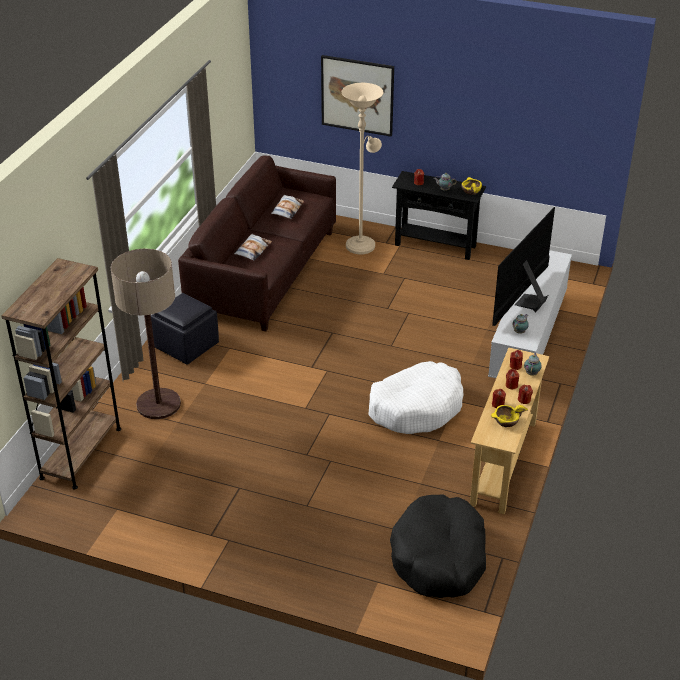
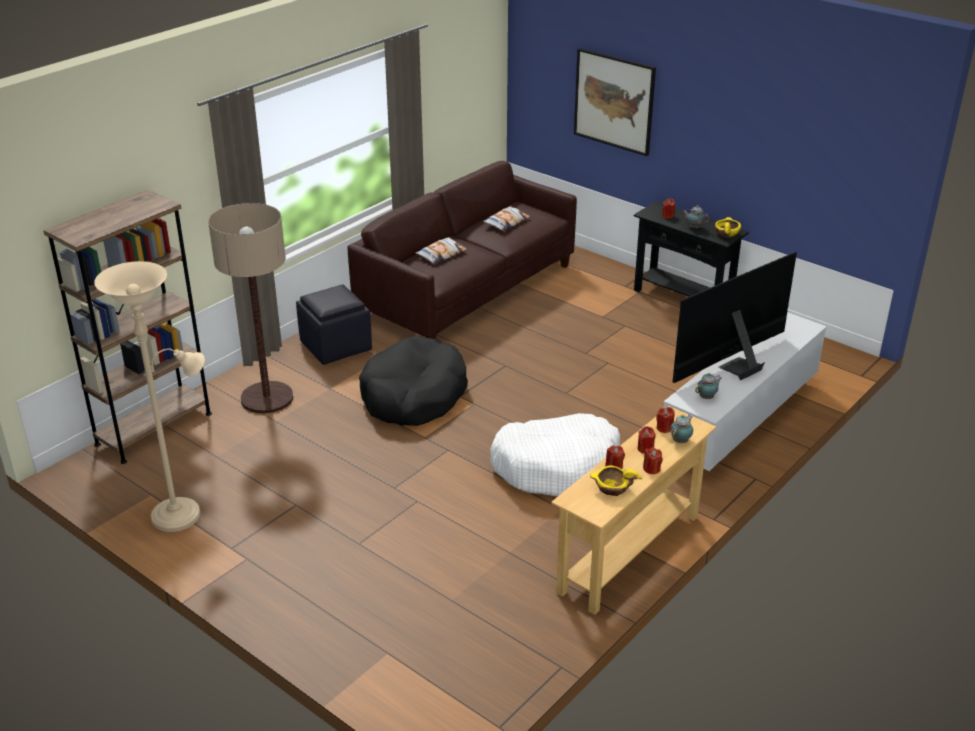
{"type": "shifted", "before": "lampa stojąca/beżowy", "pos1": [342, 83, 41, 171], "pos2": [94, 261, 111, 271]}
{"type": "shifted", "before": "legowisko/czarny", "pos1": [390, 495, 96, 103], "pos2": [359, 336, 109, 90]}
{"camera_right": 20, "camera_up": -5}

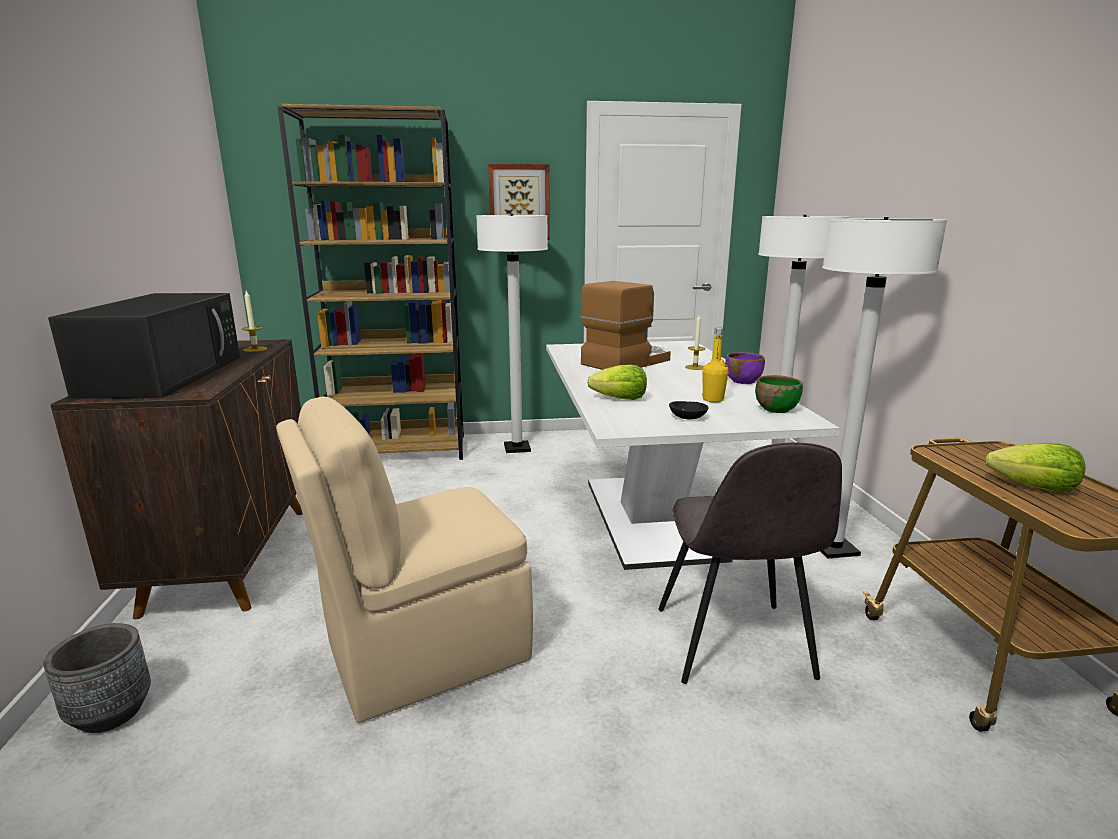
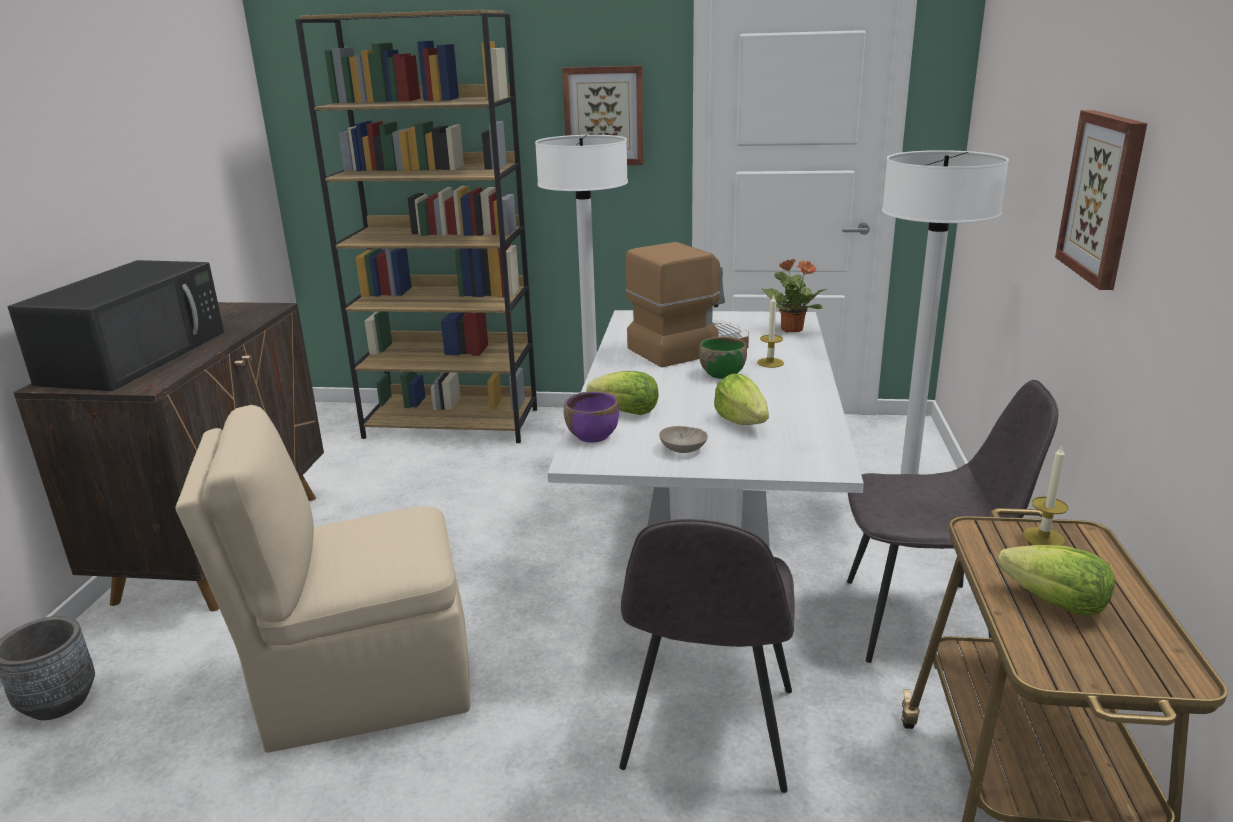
{"type": "new", "after": "roślina doniczkowa", "pos2": [762, 258, 64, 74]}
{"type": "new", "after": "obraz", "pos2": [1055, 110, 92, 180]}
{"type": "shifted", "before": "świeca", "pos1": [242, 291, 25, 61], "pos2": [1023, 445, 46, 101]}
{"type": "shifted", "before": "miska/fioletowy", "pos1": [725, 352, 40, 32], "pos2": [564, 391, 55, 52]}
{"type": "shifted", "before": "miska/zielony", "pos1": [755, 375, 48, 38], "pos2": [699, 336, 48, 43]}
{"type": "swapped", "before": "butelka/żółty", "after": "sałata", "pos1": [702, 327, 27, 75], "pos2": [714, 374, 55, 51]}
{"type": "swapped", "before": "lampa stojąca/biały", "after": "krzesło/szary", "pos1": [820, 217, 127, 341], "pos2": [847, 380, 211, 283]}
{"type": "repainted", "before": "miska/czarny", "after": "miska/beżowy", "pos1": [669, 401, 40, 18], "pos2": [659, 426, 49, 27]}
{"camera_right": 15, "camera_up": 5}

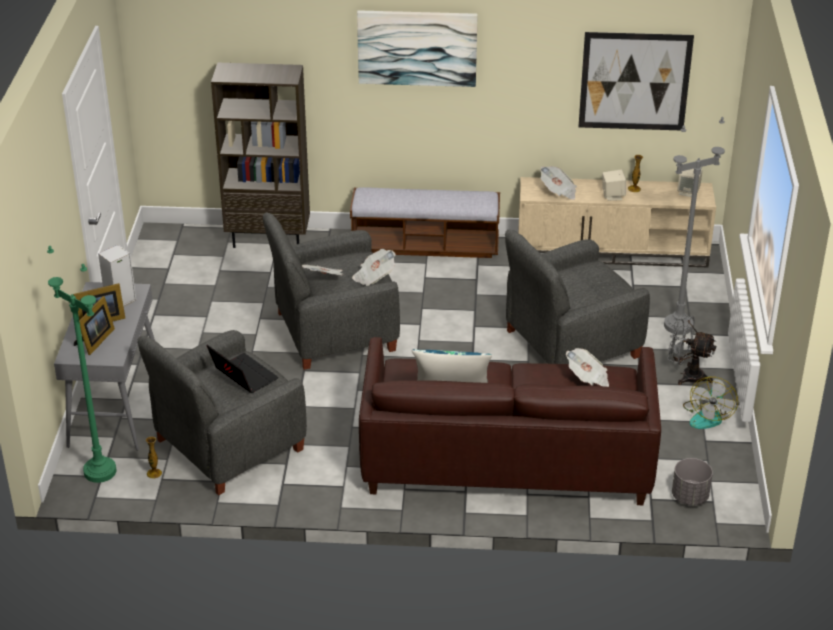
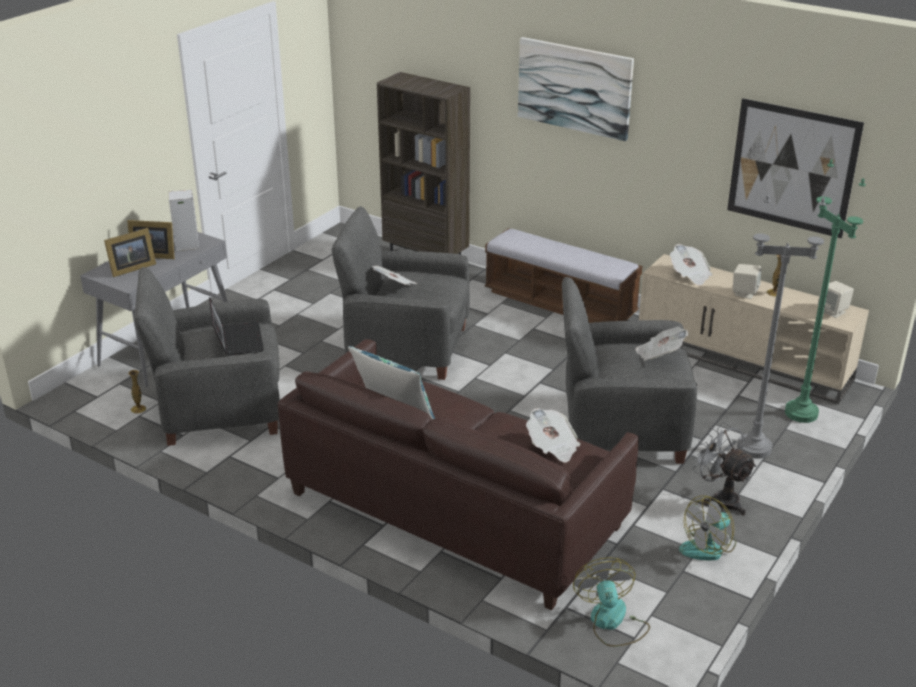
{"type": "shifted", "before": "lampa stojąca/zielony", "pos1": [47, 246, 69, 237], "pos2": [785, 159, 81, 264]}
{"type": "shifted", "before": "gazeta", "pos1": [352, 249, 44, 37], "pos2": [635, 327, 53, 34]}
{"type": "swapped", "before": "donica/szary", "after": "wentylator", "pos1": [672, 458, 41, 47], "pos2": [573, 557, 77, 90]}
{"camera_right": 30, "camera_up": -5}

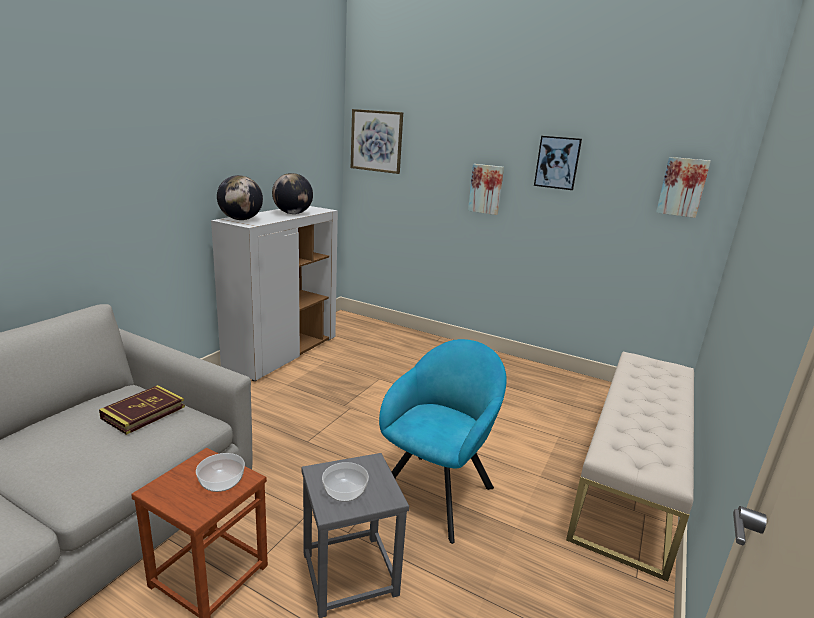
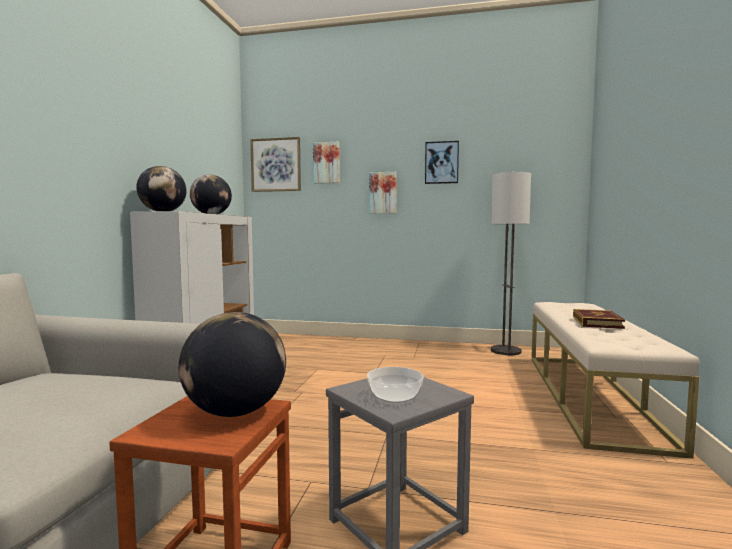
{"type": "gone", "before": "fotel/turkusowy", "pos1": [379, 339, 128, 205]}
{"type": "new", "after": "lampa stojąca", "pos2": [491, 172, 40, 183]}
{"type": "shifted", "before": "książka", "pos1": [99, 385, 86, 50], "pos2": [573, 309, 52, 20]}
{"type": "shifted", "before": "obraz", "pos1": [656, 157, 55, 61], "pos2": [313, 142, 27, 42]}
{"type": "swapped", "before": "miska", "after": "globus", "pos1": [196, 453, 49, 39], "pos2": [179, 312, 107, 105]}
{"camera_right": -15, "camera_up": -15}

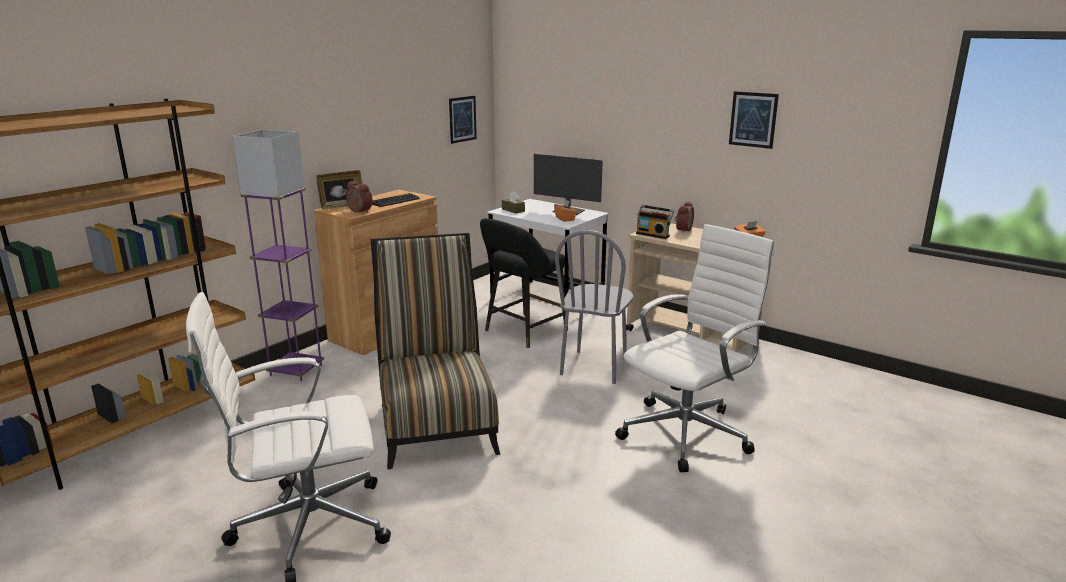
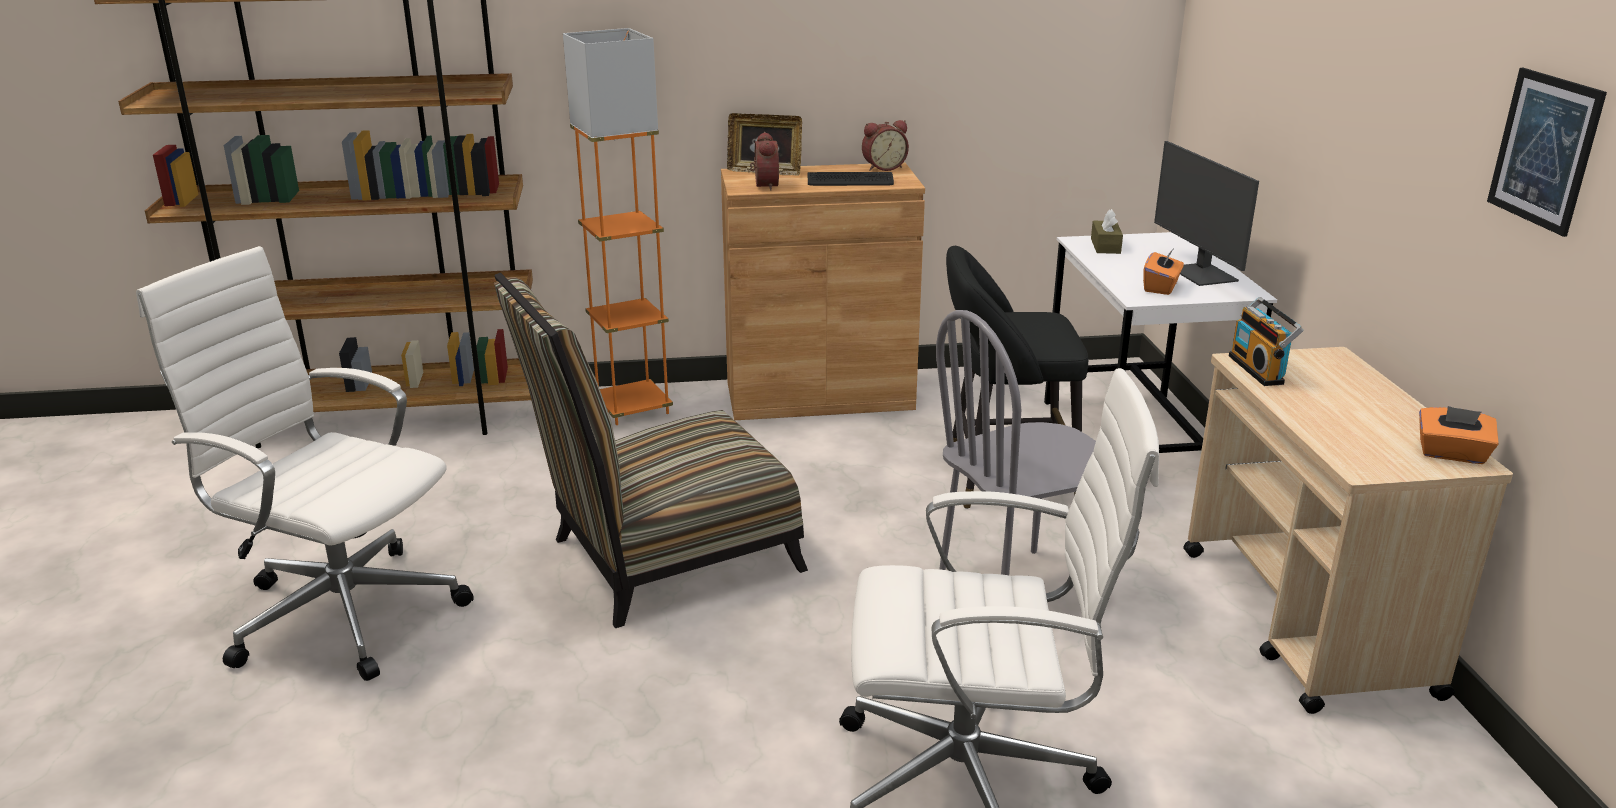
{"type": "gone", "before": "obraz", "pos1": [449, 96, 28, 48]}
{"type": "shifted", "before": "budzik", "pos1": [675, 202, 19, 31], "pos2": [862, 120, 47, 51]}
{"type": "repainted", "before": "lampa stojąca/fioletowy", "after": "lampa stojąca/pomarańczowy", "pos1": [232, 130, 92, 251], "pos2": [563, 28, 110, 397]}
{"type": "rotated", "before": "krzesło", "pos1": [371, 233, 129, 236], "pos2": [494, 273, 314, 355], "turn": -150}
{"camera_right": 45, "camera_up": 5}

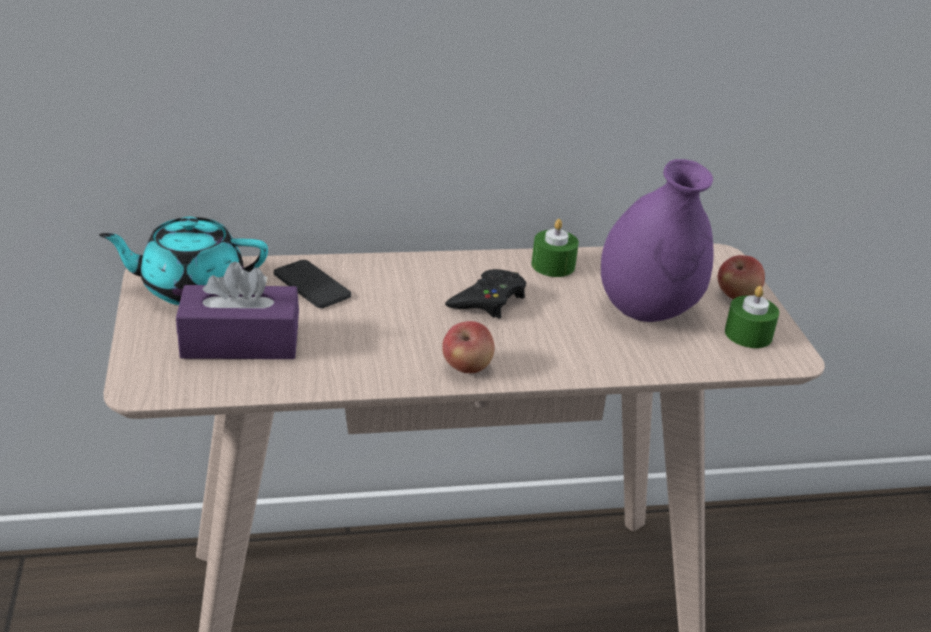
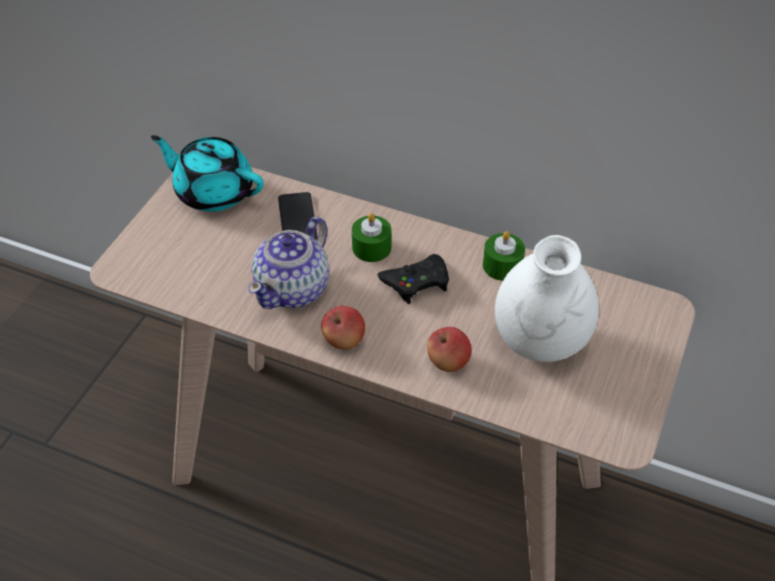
{"type": "gone", "before": "pudełko chusteczek/fioletowy", "pos1": [176, 261, 123, 98]}
{"type": "new", "after": "imbryk", "pos2": [248, 217, 81, 92]}
{"type": "shifted", "before": "jabłko", "pos1": [718, 255, 47, 44], "pos2": [428, 327, 43, 45]}
{"type": "shifted", "before": "świeca/zielony", "pos1": [725, 286, 54, 62], "pos2": [352, 213, 40, 49]}
{"type": "repainted", "before": "wazon/fioletowy", "after": "wazon/biały", "pos1": [601, 159, 113, 163], "pos2": [495, 235, 104, 127]}
{"camera_right": 35, "camera_up": 15}

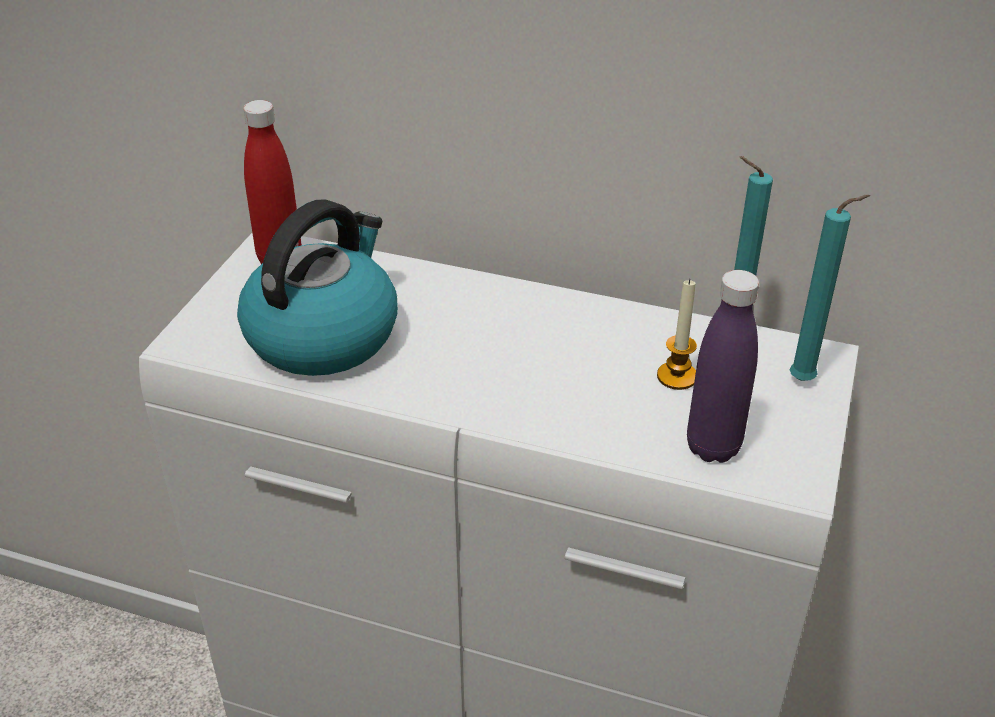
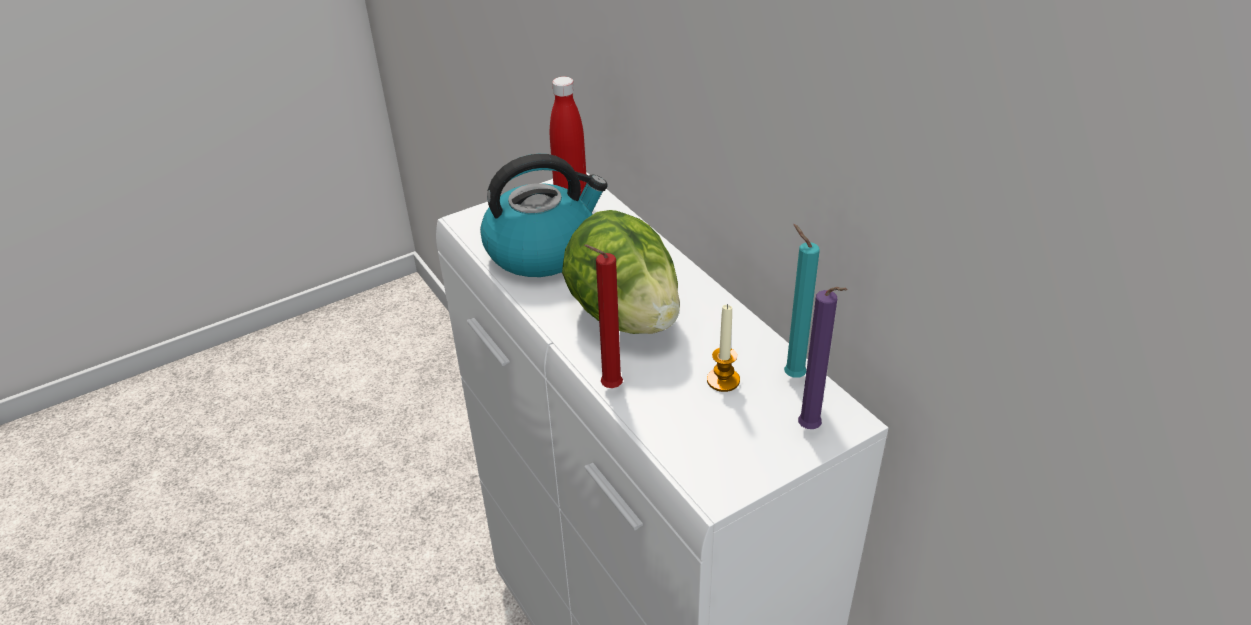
{"type": "gone", "before": "butelka/fioletowy", "pos1": [687, 270, 72, 193]}
{"type": "new", "after": "sałata", "pos2": [562, 210, 118, 124]}
{"type": "new", "after": "świeca/czerwony", "pos2": [584, 245, 39, 143]}
{"type": "repainted", "before": "świeca/turkusowy", "after": "świeca/fioletowy", "pos1": [789, 195, 81, 186], "pos2": [798, 287, 50, 142]}
{"camera_right": 40, "camera_up": 0}

